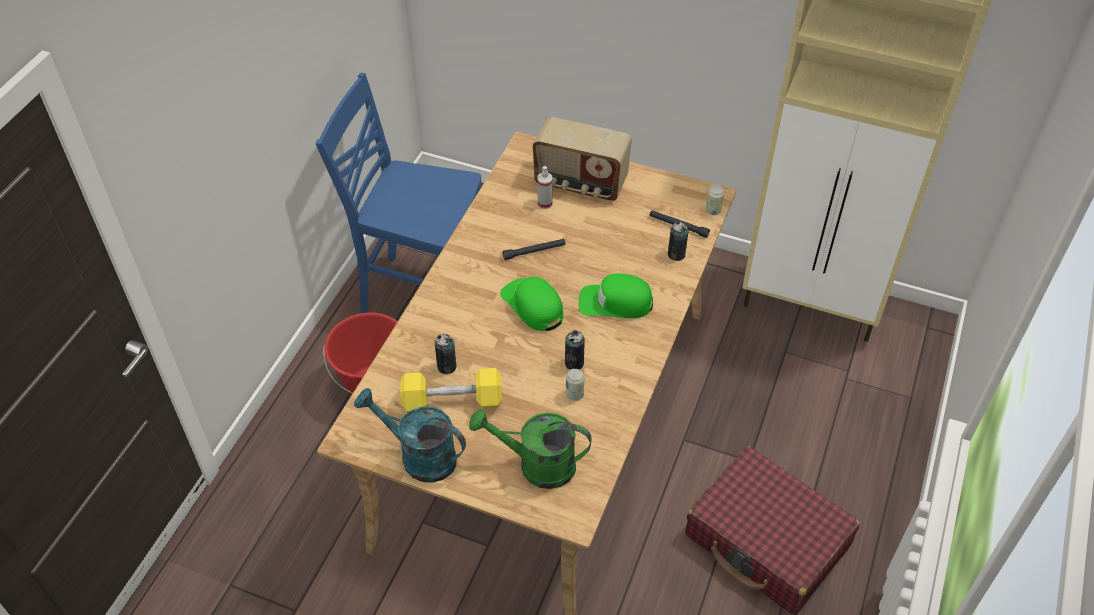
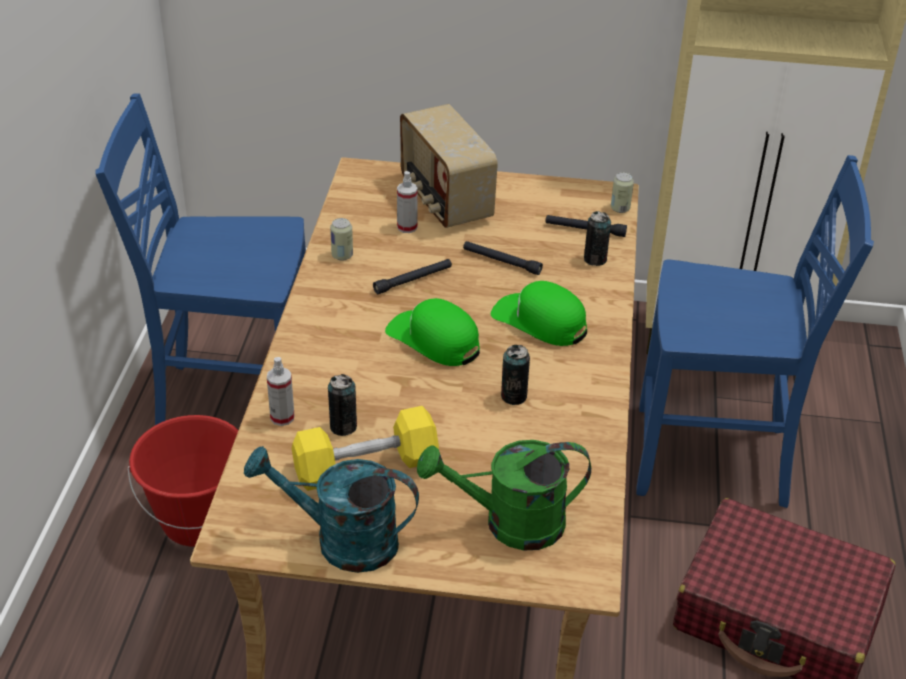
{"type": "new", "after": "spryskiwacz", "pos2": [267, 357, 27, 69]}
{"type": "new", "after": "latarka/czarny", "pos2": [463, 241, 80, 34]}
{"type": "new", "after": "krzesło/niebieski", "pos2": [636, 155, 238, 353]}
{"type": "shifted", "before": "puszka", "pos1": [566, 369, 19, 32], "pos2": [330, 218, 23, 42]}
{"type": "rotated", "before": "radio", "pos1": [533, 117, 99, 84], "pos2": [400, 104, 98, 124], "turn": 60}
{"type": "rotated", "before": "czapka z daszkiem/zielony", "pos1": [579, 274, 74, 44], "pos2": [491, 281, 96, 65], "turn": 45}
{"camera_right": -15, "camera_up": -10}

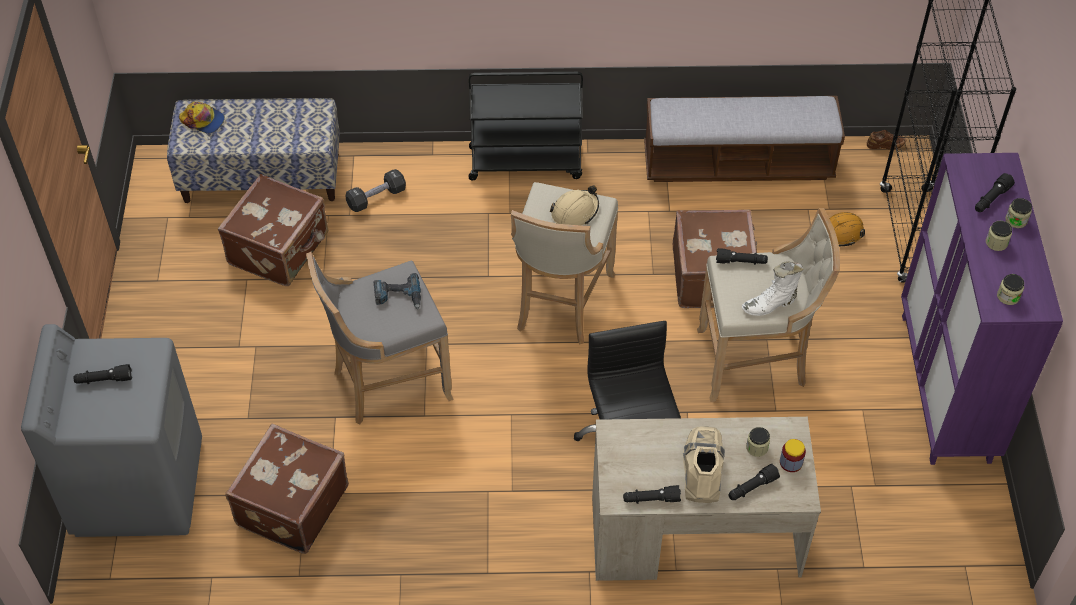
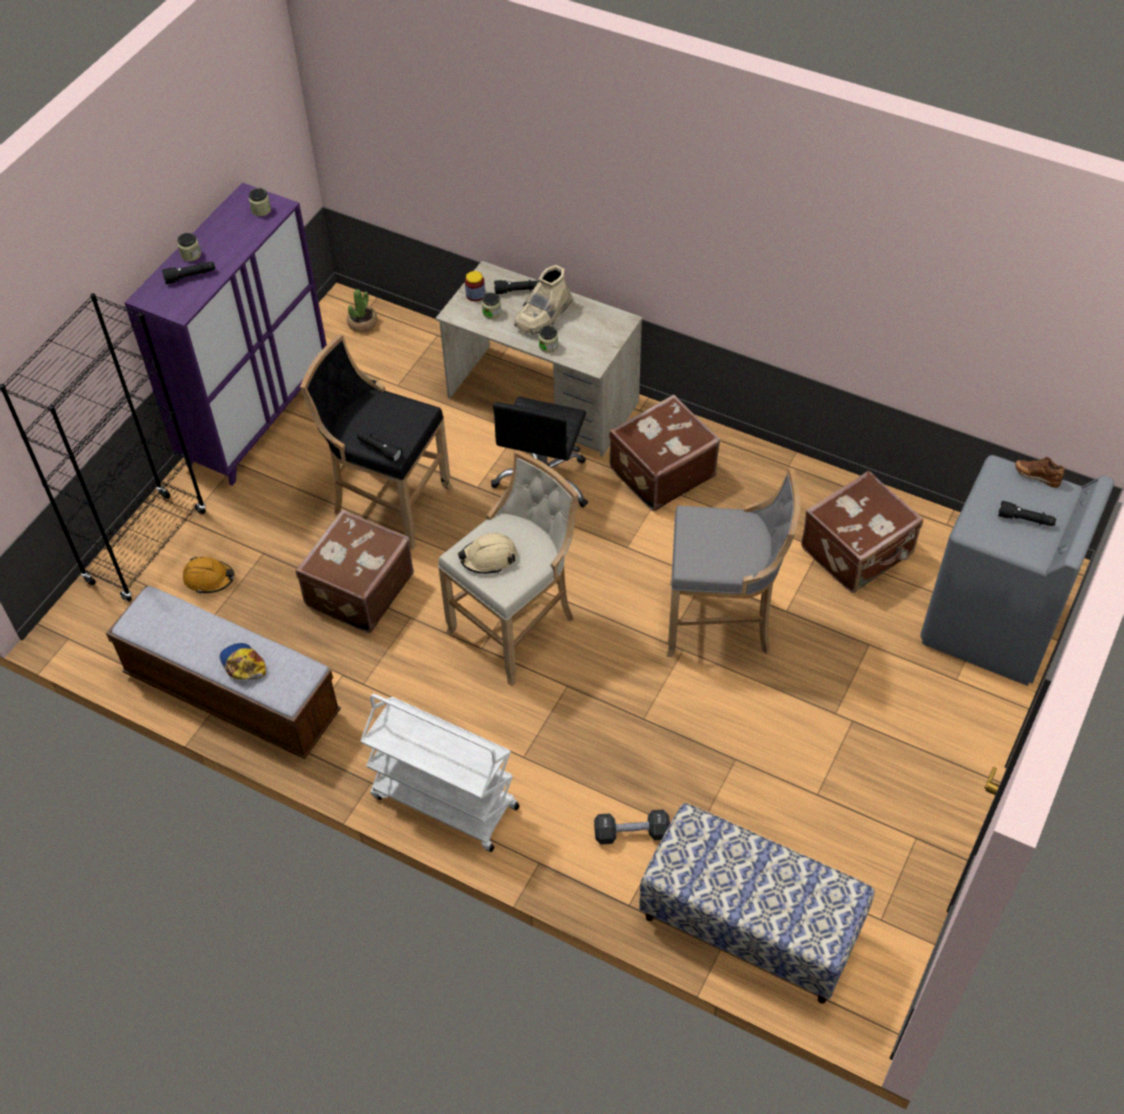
{"type": "gone", "before": "wiertarka", "pos1": [373, 273, 48, 37]}
{"type": "gone", "before": "latarka/czarny", "pos1": [623, 485, 58, 19]}
{"type": "gone", "before": "but z cholewką/biały", "pos1": [742, 261, 62, 55]}
{"type": "new", "after": "roślina doniczkowa", "pos2": [347, 289, 30, 43]}
{"type": "shifted", "before": "czapka z daszkiem", "pos1": [179, 102, 46, 32], "pos2": [219, 643, 47, 37]}
{"type": "shifted", "before": "walizka/brązowy", "pos1": [218, 174, 110, 112], "pos2": [609, 394, 111, 117]}
{"type": "shifted", "before": "but/brązowy", "pos1": [867, 130, 39, 20], "pos2": [1015, 457, 50, 31]}
{"type": "shifted", "before": "słoik", "pos1": [986, 221, 26, 30], "pos2": [539, 326, 19, 27]}
{"type": "repainted", "before": "wózek/czarny", "after": "wózek/biały", "pos1": [469, 72, 114, 108], "pos2": [360, 694, 159, 158]}
{"type": "repainted", "before": "stołek/beżowy", "after": "stołek/czarny", "pos1": [697, 208, 143, 194], "pos2": [300, 334, 153, 216]}
{"camera_right": -150, "camera_up": 0}

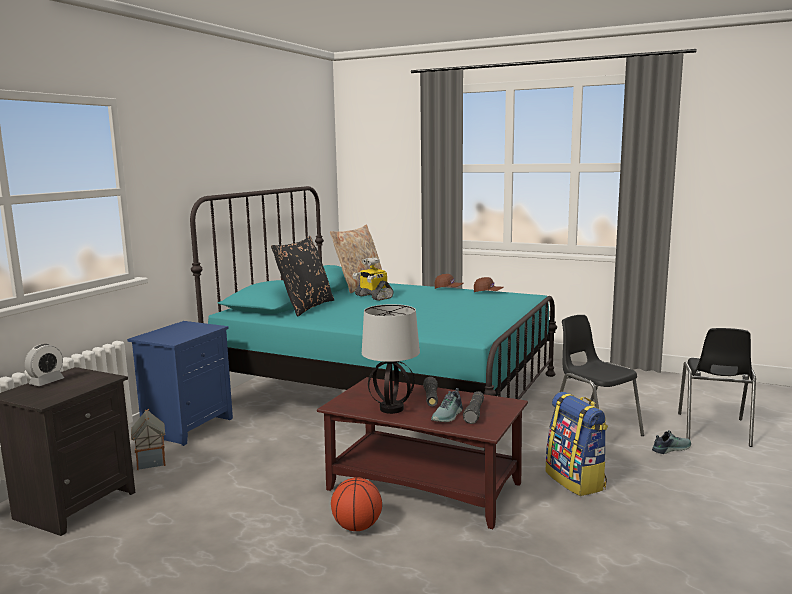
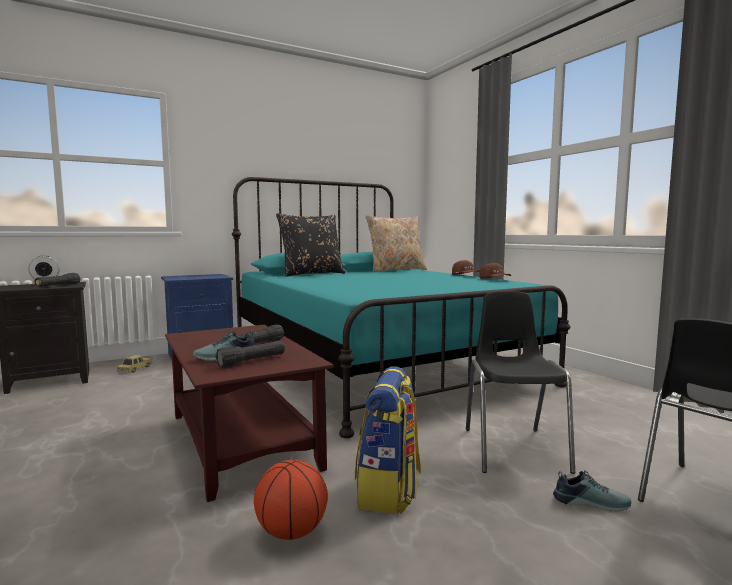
{"type": "gone", "before": "robot zabawkowy", "pos1": [352, 257, 42, 44]}
{"type": "gone", "before": "lampa stołowa", "pos1": [362, 304, 58, 110]}
{"type": "new", "after": "latarka/czarny", "pos2": [35, 273, 46, 14]}
{"type": "shifted", "before": "piłka do koszykówki", "pos1": [331, 477, 51, 54], "pos2": [254, 459, 74, 81]}
{"type": "swapped", "before": "domek", "after": "samochodzik", "pos1": [131, 409, 35, 61], "pos2": [117, 355, 35, 18]}
{"camera_right": 35, "camera_up": -5}

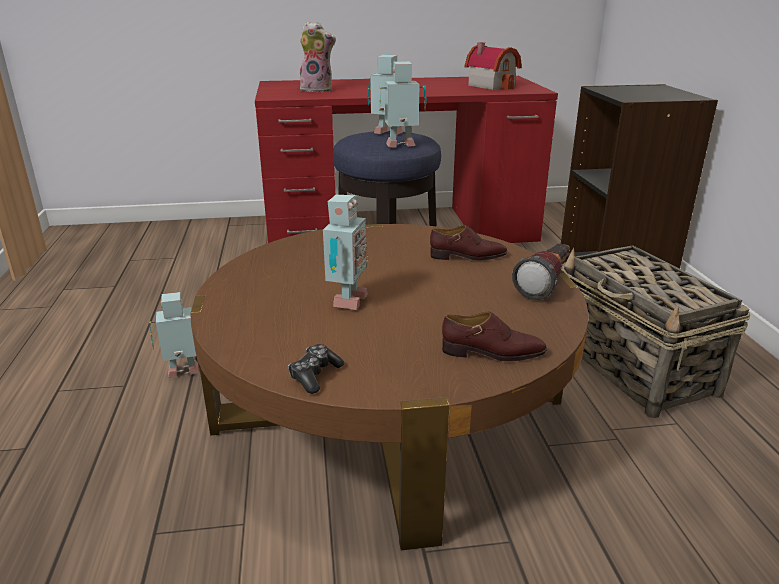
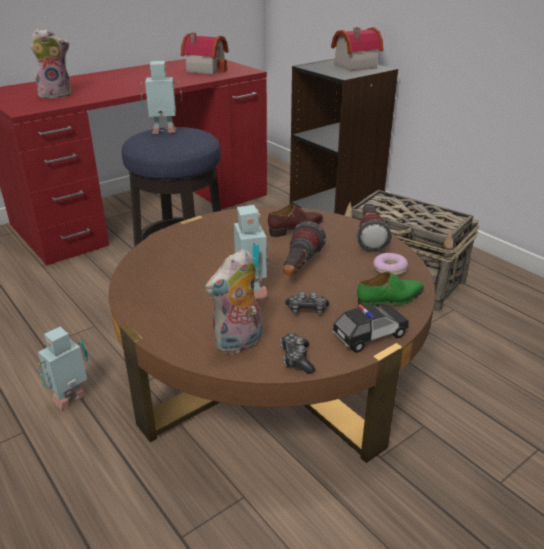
{"type": "gone", "before": "robot zabawkowy", "pos1": [379, 61, 48, 87]}
{"type": "new", "after": "pluszak", "pos2": [205, 249, 57, 105]}
{"type": "new", "after": "latarka", "pos2": [284, 221, 42, 55]}
{"type": "new", "after": "pad do gier", "pos2": [285, 292, 44, 23]}
{"type": "new", "after": "domek", "pos2": [331, 27, 52, 44]}
{"type": "new", "after": "samochodzik", "pos2": [332, 304, 76, 49]}
{"type": "new", "after": "donut", "pos2": [373, 253, 35, 23]}
{"type": "repainted", "before": "but/brązowy", "after": "but/zielony", "pos1": [442, 312, 105, 50], "pos2": [357, 272, 67, 35]}
{"camera_right": -30, "camera_up": 5}

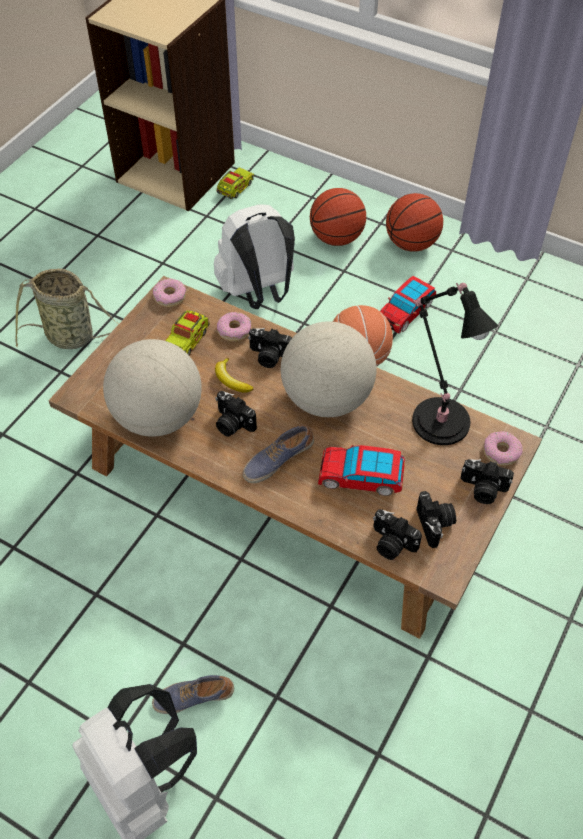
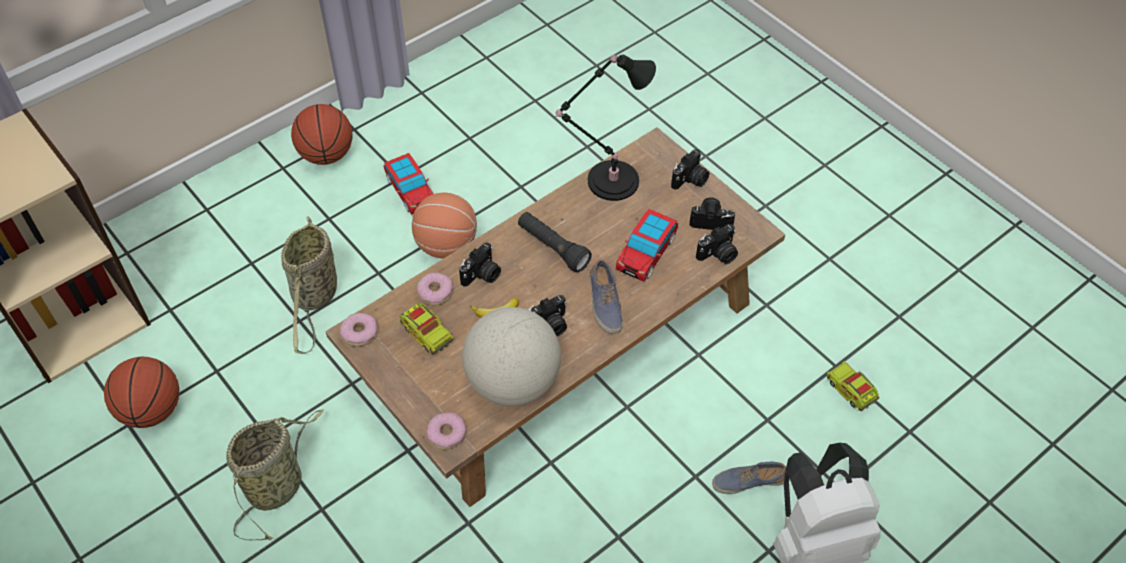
{"type": "shifted", "before": "ciężarówka zabawkowa", "pos1": [217, 168, 37, 31], "pos2": [826, 361, 53, 50]}
{"type": "shifted", "before": "piłka do koszykówki", "pos1": [310, 188, 56, 58], "pos2": [104, 357, 75, 71]}
{"type": "shifted", "before": "donut", "pos1": [483, 431, 40, 35], "pos2": [427, 412, 39, 38]}
{"type": "swapped", "before": "plecak/biały", "after": "koszyk", "pos1": [214, 204, 81, 105], "pos2": [281, 216, 56, 138]}
{"type": "swapped", "before": "globus", "after": "latarka/czarny", "pos1": [281, 321, 96, 96], "pos2": [518, 212, 74, 60]}
{"type": "rotated", "before": "but", "pos1": [152, 675, 82, 39], "pos2": [712, 462, 74, 32], "turn": 75}
{"camera_right": -70, "camera_up": 0}

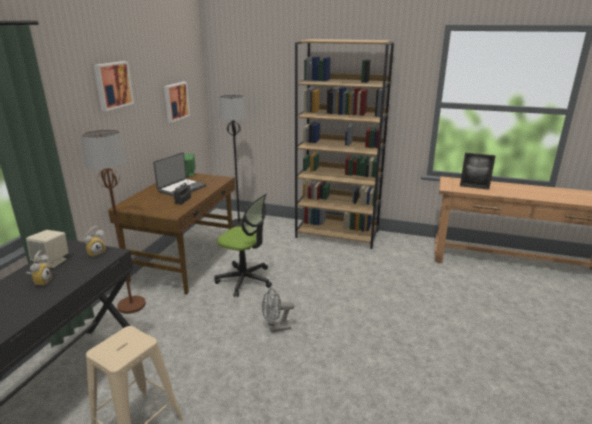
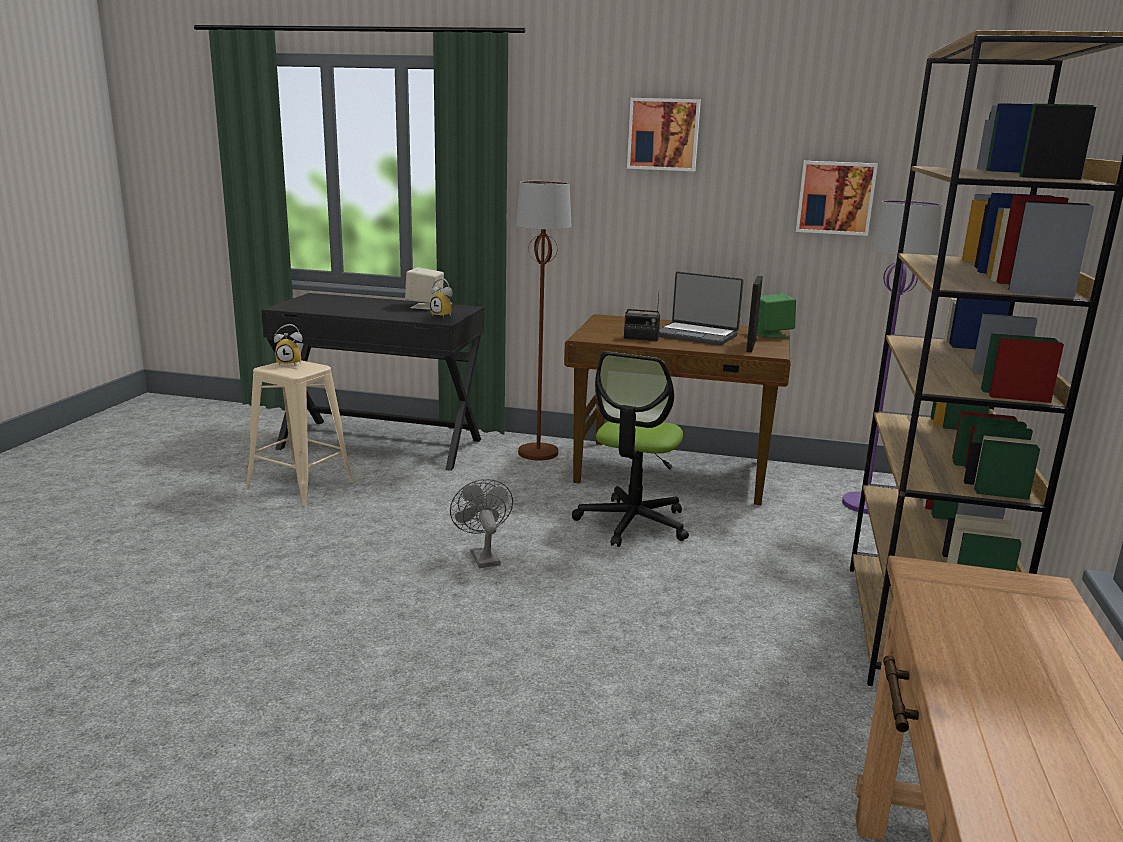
{"type": "shifted", "before": "budzik", "pos1": [26, 251, 26, 35], "pos2": [274, 324, 28, 42]}
{"type": "shifted", "before": "ramka na zdjęcie", "pos1": [460, 153, 35, 37], "pos2": [746, 276, 17, 76]}
{"type": "repainted", "before": "lampa stojąca/czarny", "after": "lampa stojąca/fioletowy", "pos1": [219, 95, 28, 133], "pos2": [842, 200, 101, 314]}
{"camera_right": 85, "camera_up": -5}

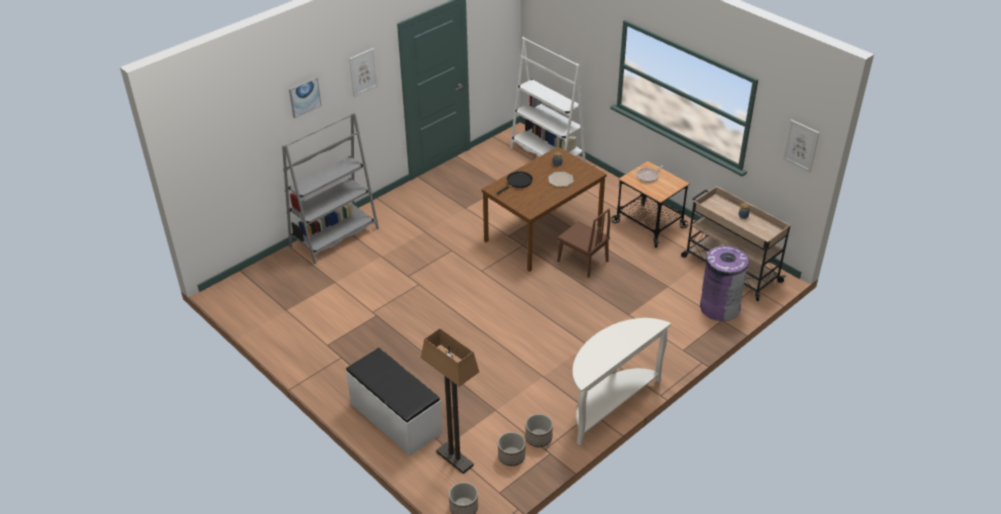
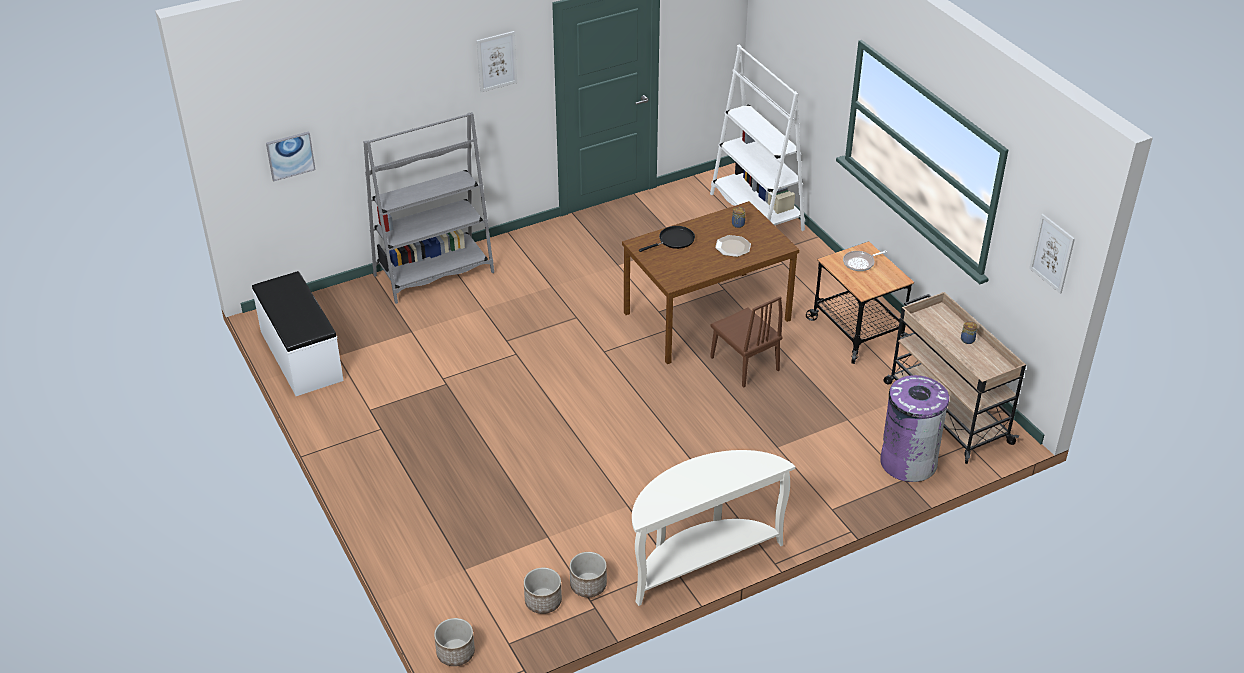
{"type": "gone", "before": "lampa stojąca", "pos1": [421, 328, 58, 146]}
{"type": "shifted", "before": "obraz", "pos1": [289, 77, 32, 41], "pos2": [266, 131, 50, 51]}
{"type": "shifted", "before": "ławka/biały", "pos1": [346, 348, 96, 108], "pos2": [252, 271, 92, 125]}
{"camera_right": 15, "camera_up": 0}

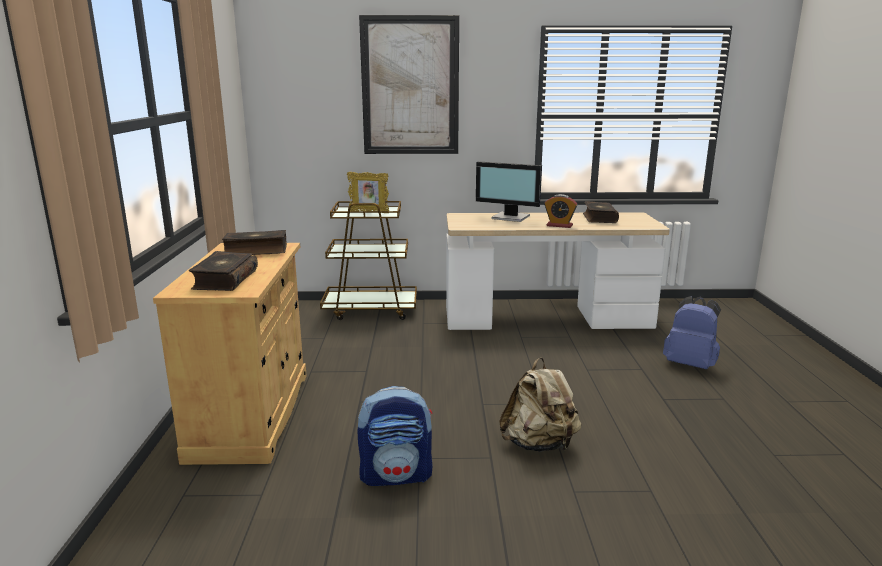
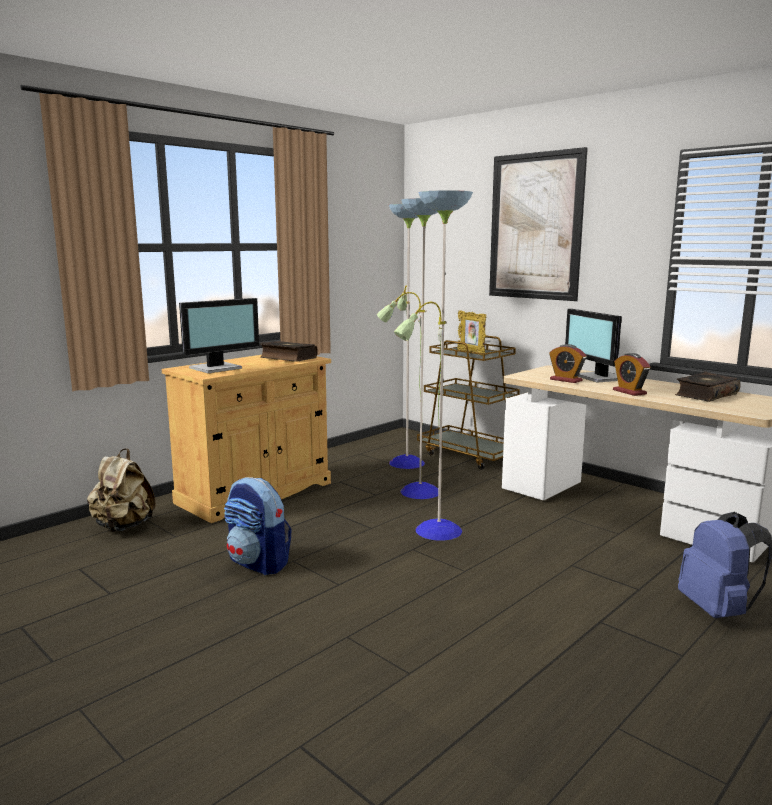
{"type": "new", "after": "lampa stojąca", "pos2": [377, 190, 96, 351]}
{"type": "new", "after": "budzik", "pos2": [549, 344, 37, 39]}
{"type": "shifted", "before": "plecak/beżowy", "pos1": [499, 357, 82, 95], "pos2": [87, 448, 69, 84]}
{"type": "swapped", "before": "książka", "after": "monitor", "pos1": [189, 251, 69, 40], "pos2": [179, 298, 80, 75]}
{"camera_right": 45, "camera_up": -5}

